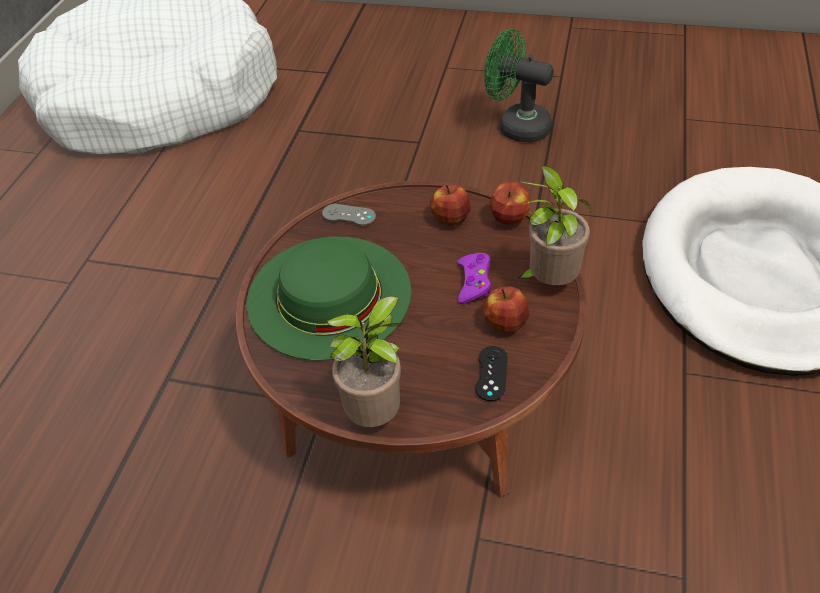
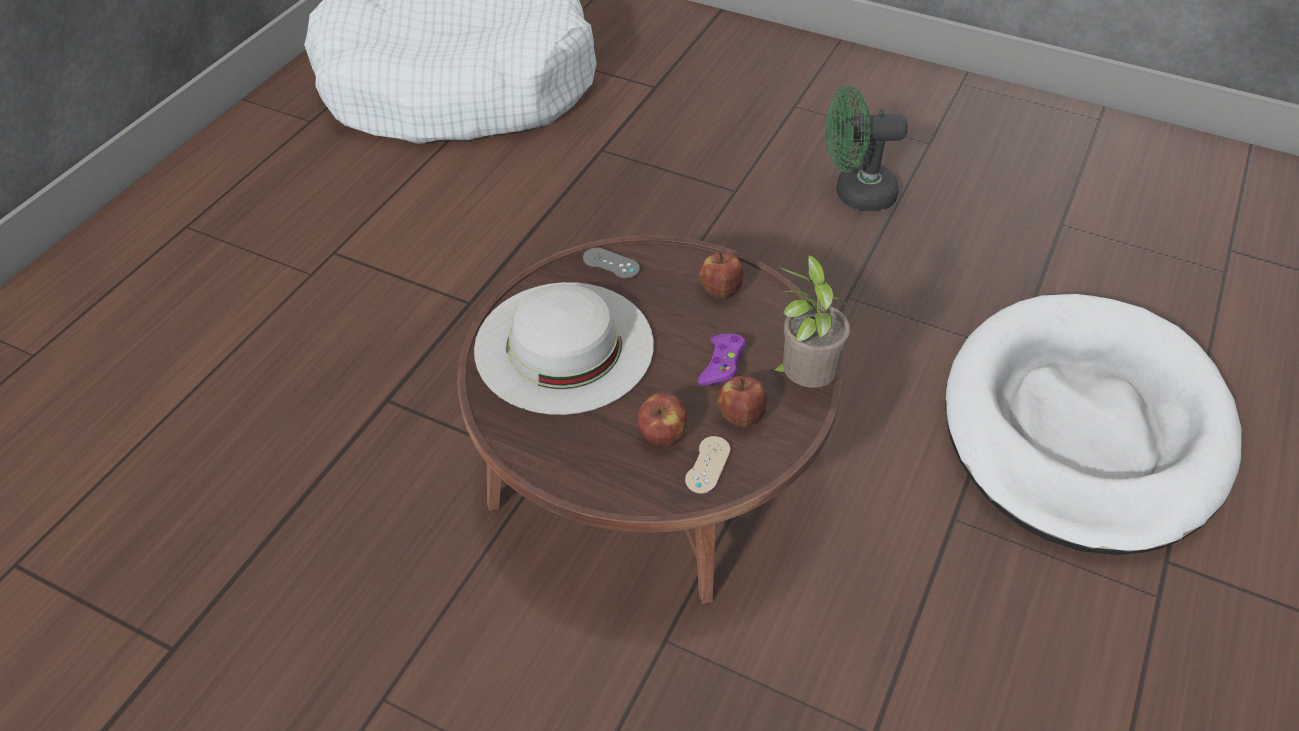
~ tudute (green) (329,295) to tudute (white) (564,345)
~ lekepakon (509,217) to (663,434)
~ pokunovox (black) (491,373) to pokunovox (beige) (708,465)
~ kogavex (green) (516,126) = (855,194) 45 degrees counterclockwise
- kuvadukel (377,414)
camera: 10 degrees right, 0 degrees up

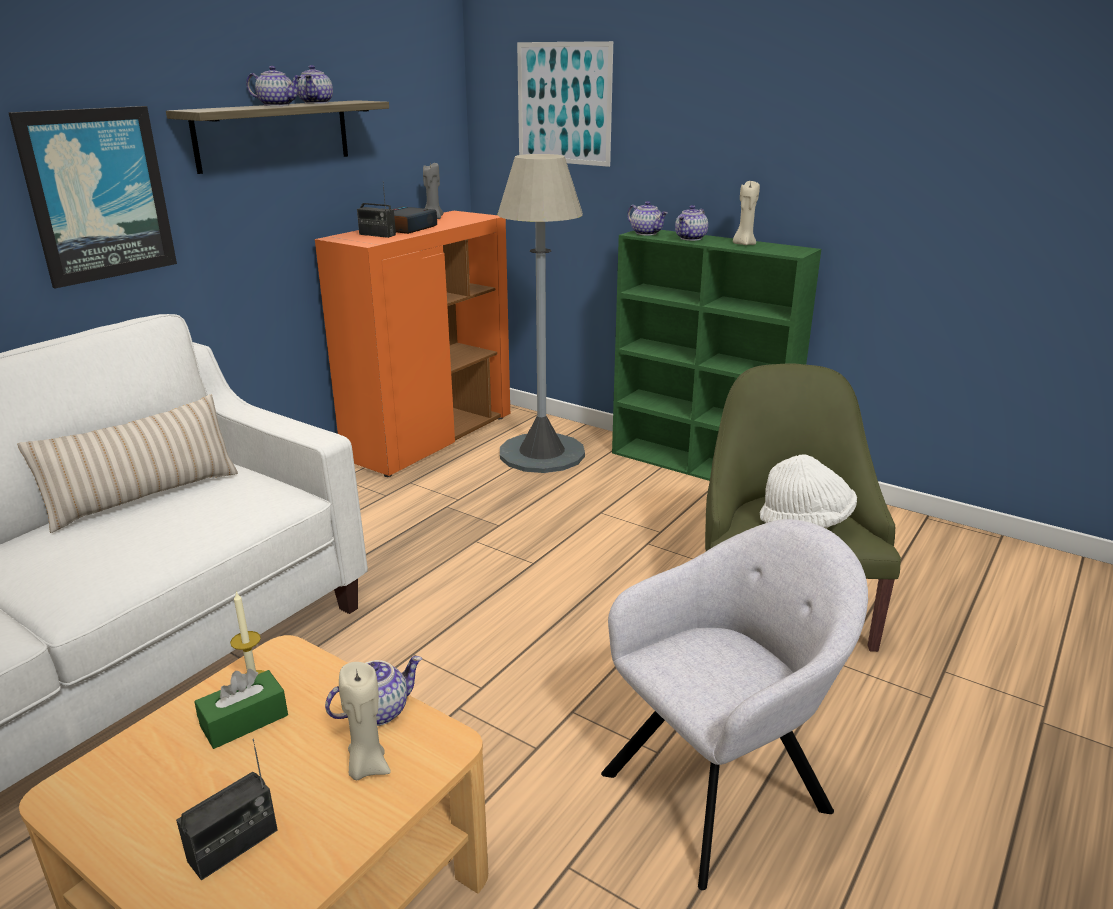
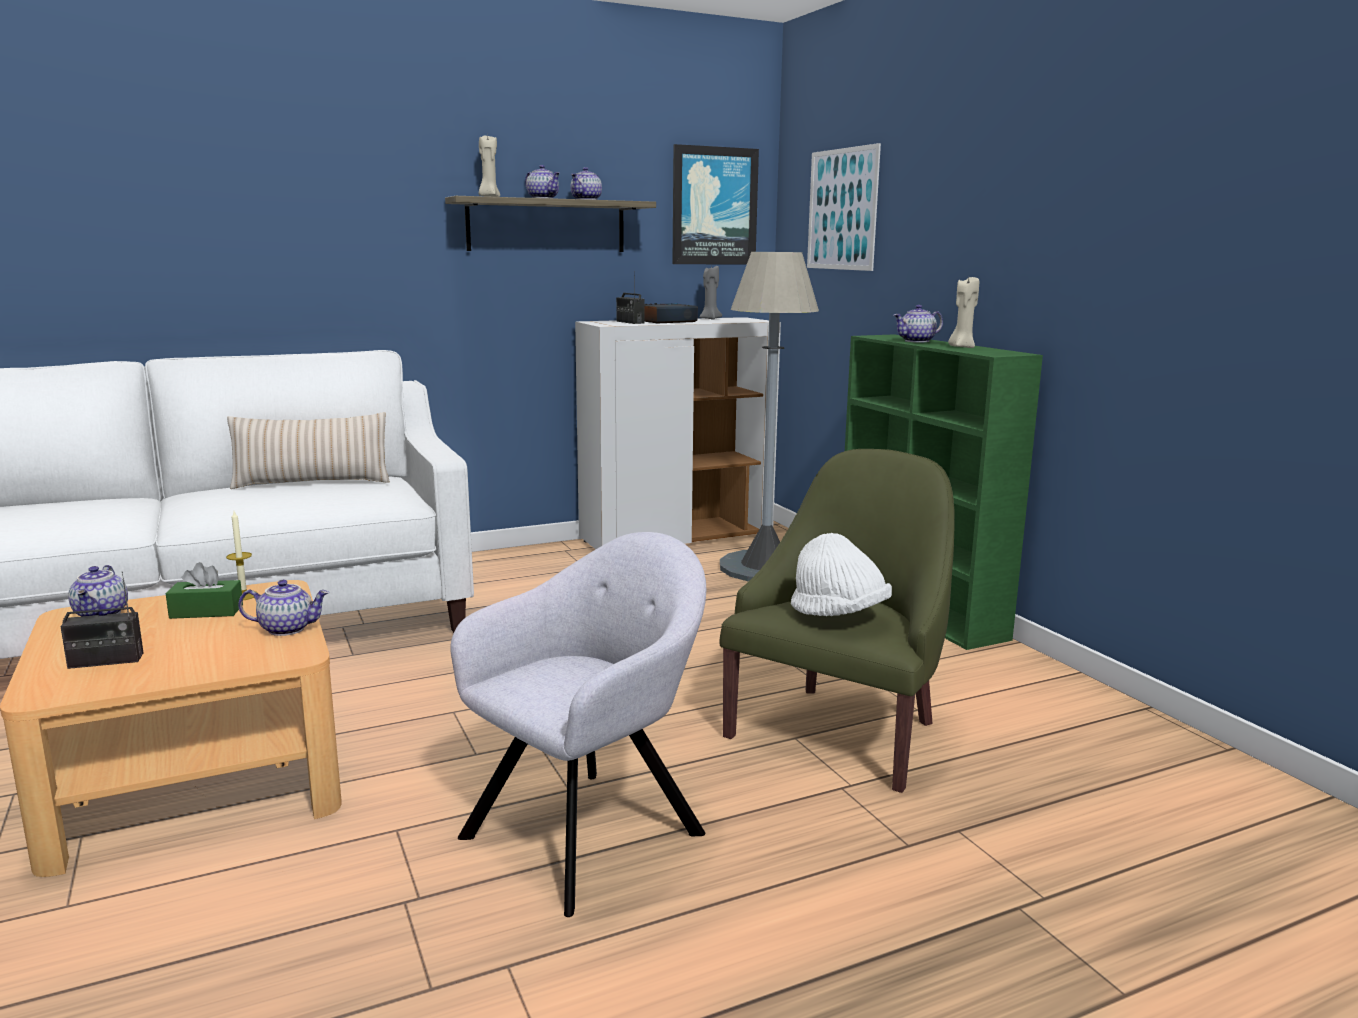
~ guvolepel (647,233) to (102,614)
~ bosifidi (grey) (722,787) = (590,831) 45 degrees counterclockwise
~ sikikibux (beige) (367,767) to (489,197)
~ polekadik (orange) (430,438) to polekadik (white) (677,538)
~ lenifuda (98,195) to (714,206)
camera: 30 degrees right, 10 degrees down

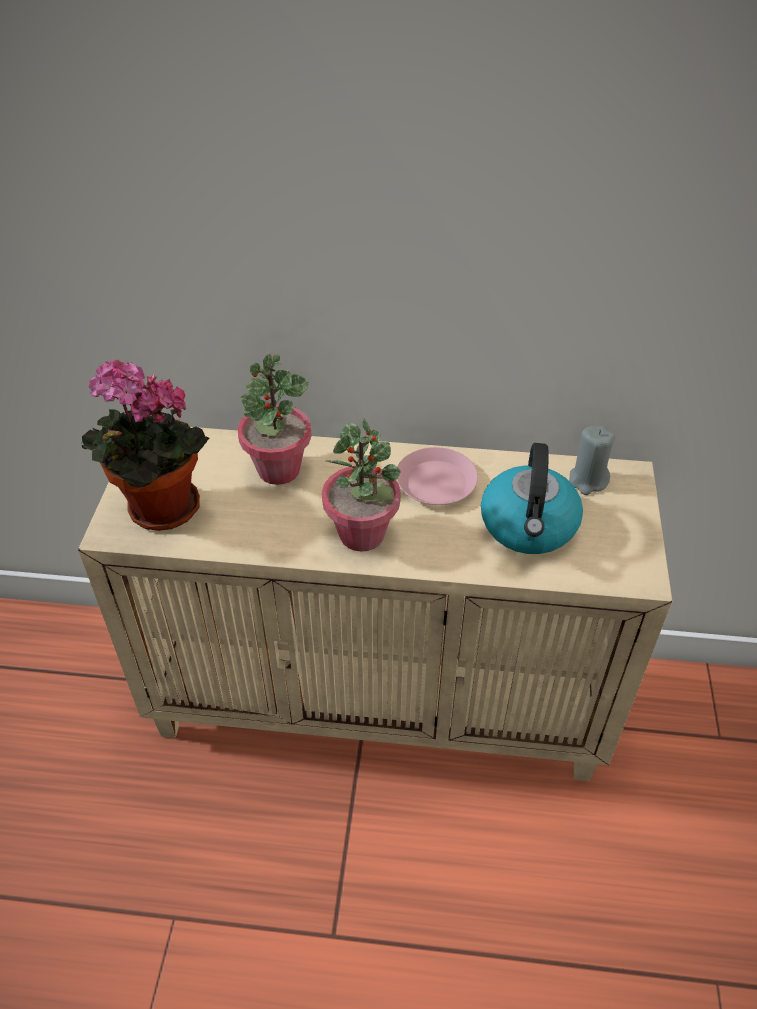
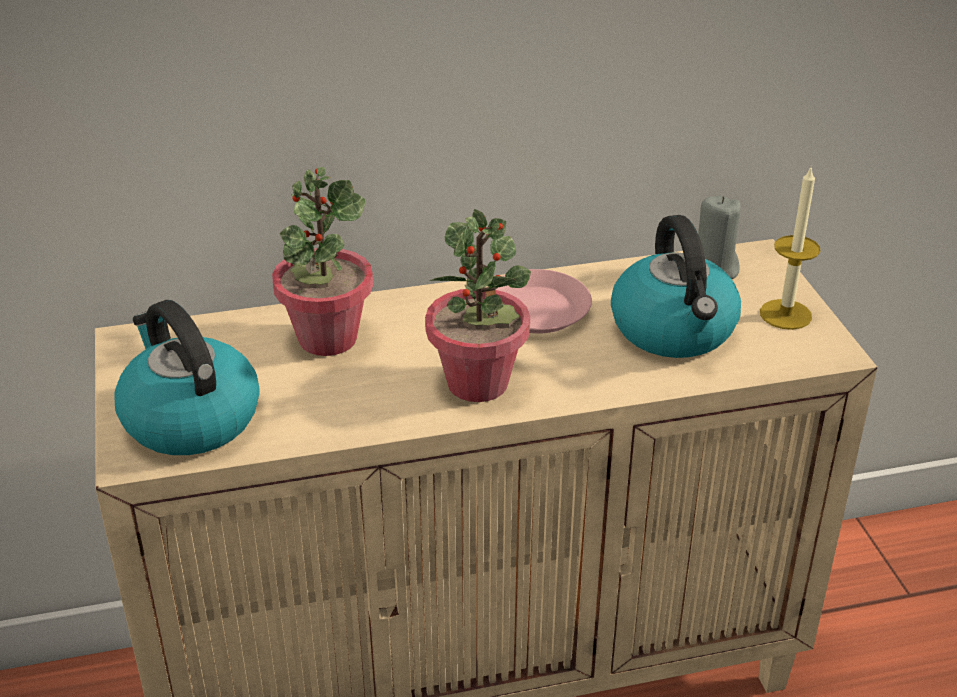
~ kuvadukel (159,511) to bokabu (189,418)
+ sikikibux (785,314)
camera: 20 degrees left, 10 degrees down

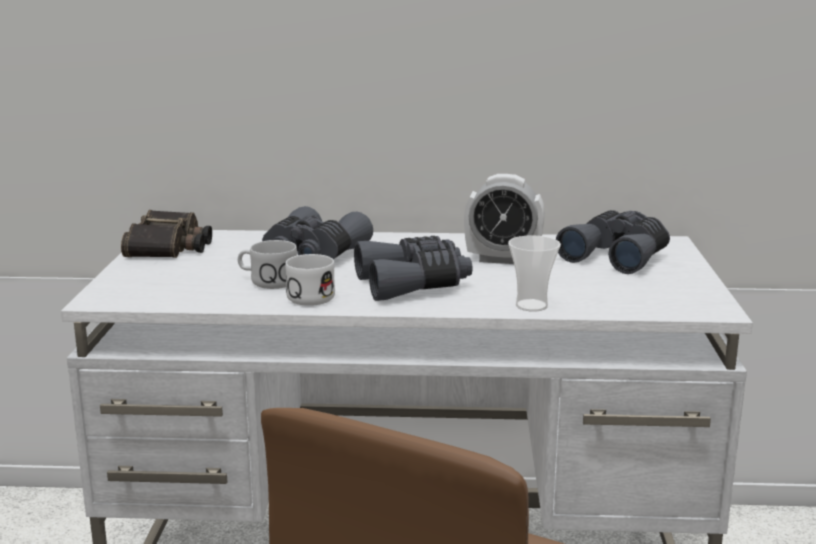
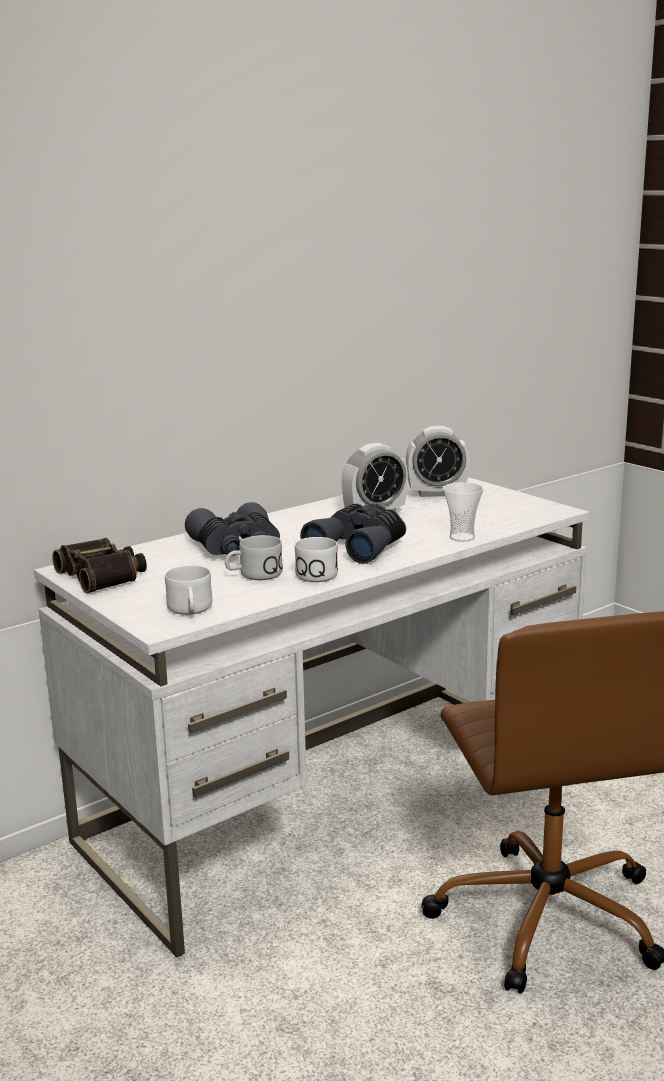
+ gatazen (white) (190,610)
~ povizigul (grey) (617,256) to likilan (437,493)
camera: 40 degrees left, 0 degrees up

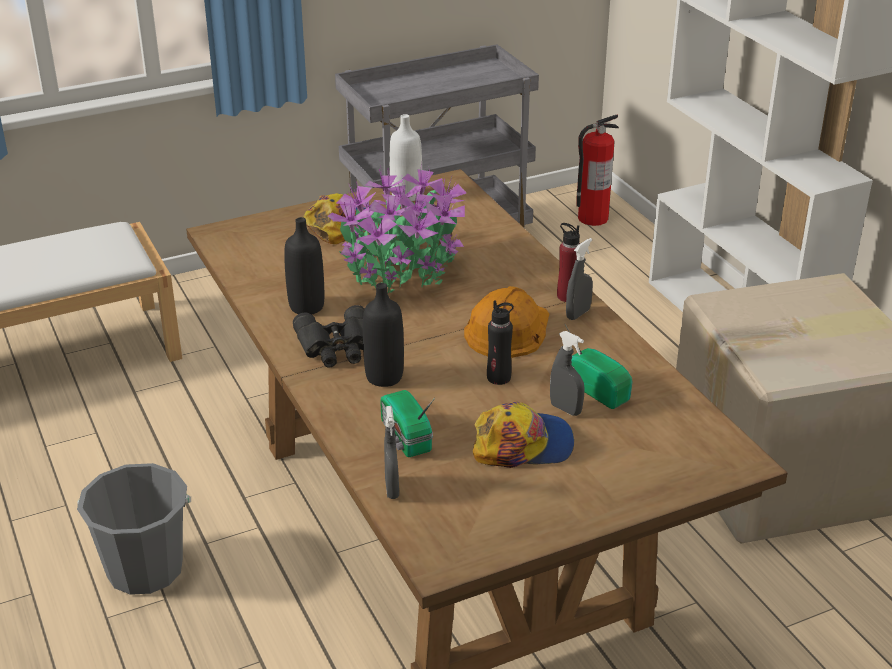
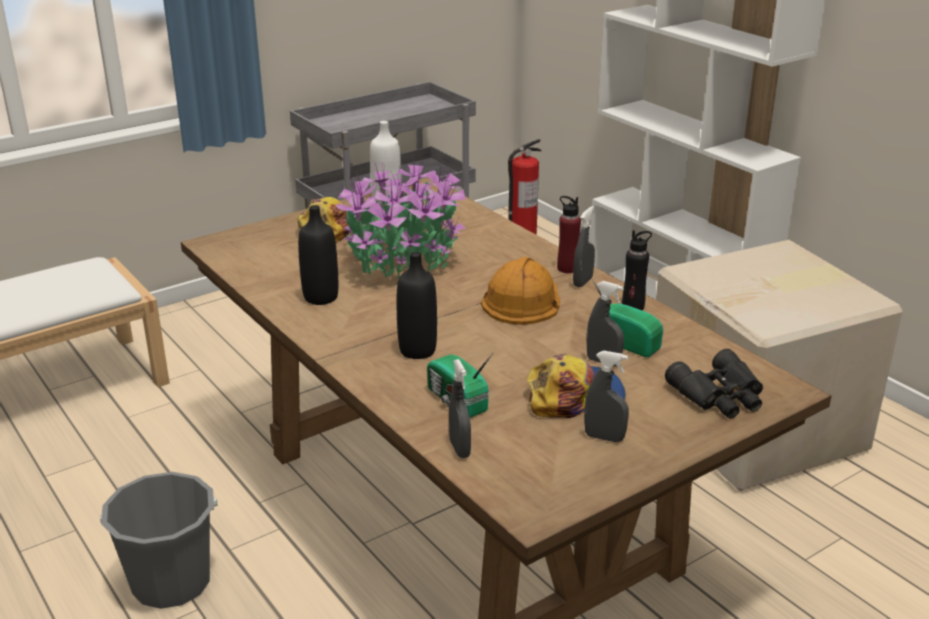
+ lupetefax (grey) (604,437)
~ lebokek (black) (499,377) to (633,306)
~ povizigul (black) (336,347) to (720,395)
camera: 10 degrees left, 5 degrees down

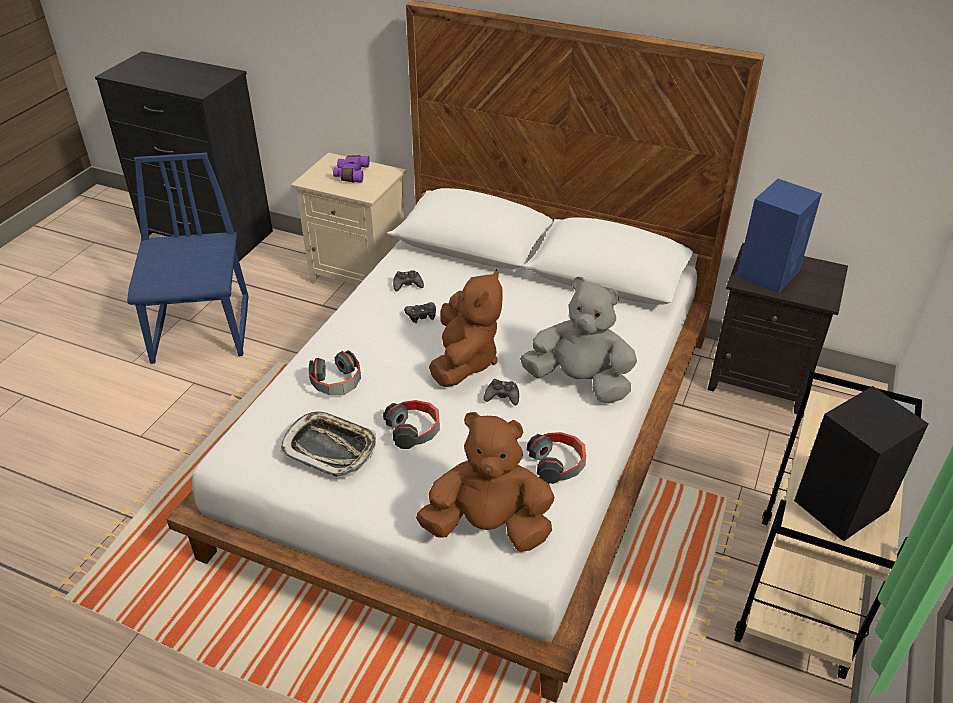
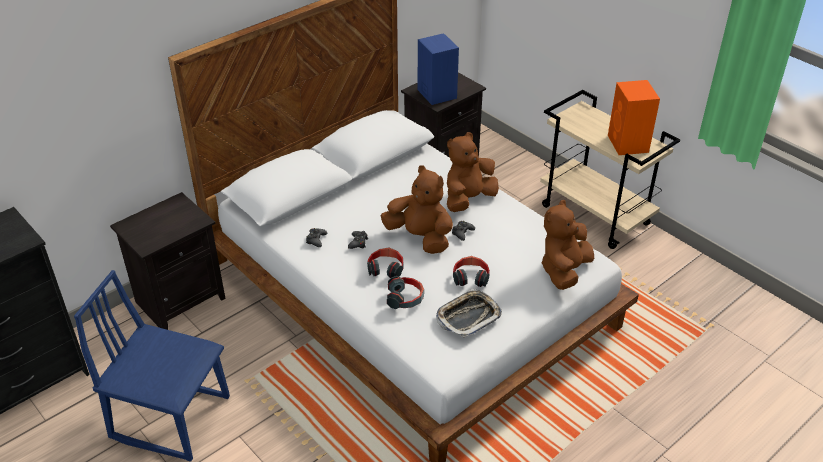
~ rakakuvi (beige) (361,274) to rakakuvi (black) (180,299)
~ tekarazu (558,464) to (386,268)
~ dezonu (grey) (579,382) to dezonu (brown) (468,199)
~ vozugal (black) (839,506) to vozugal (orange) (628,144)
- povizigul (purple) (351,174)
camera: 65 degrees left, 0 degrees up

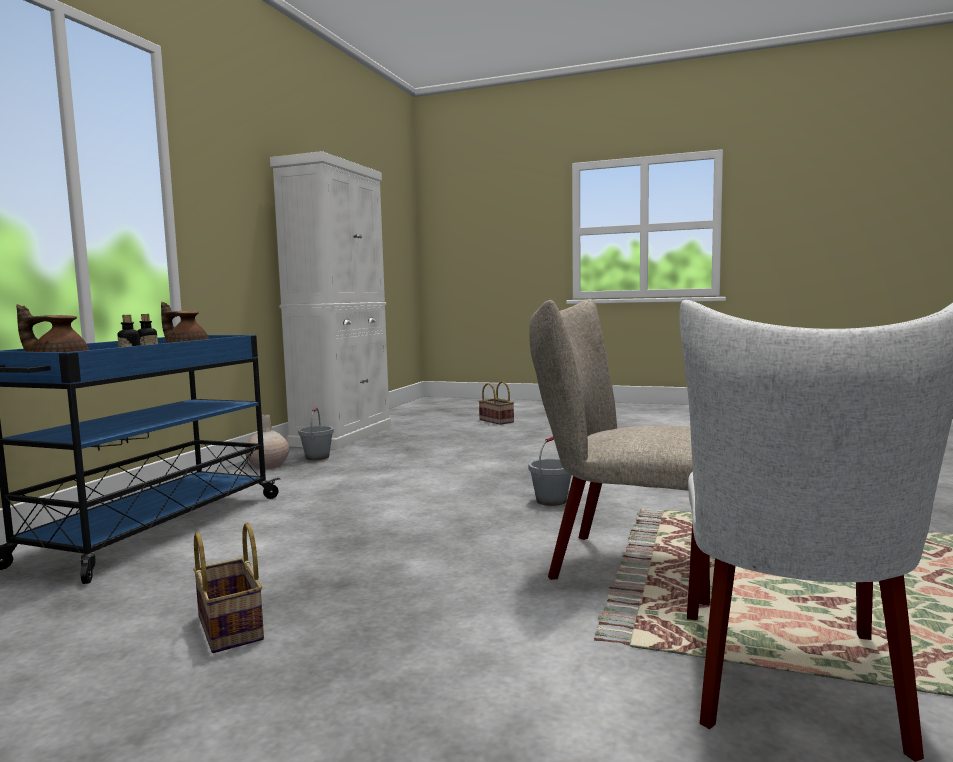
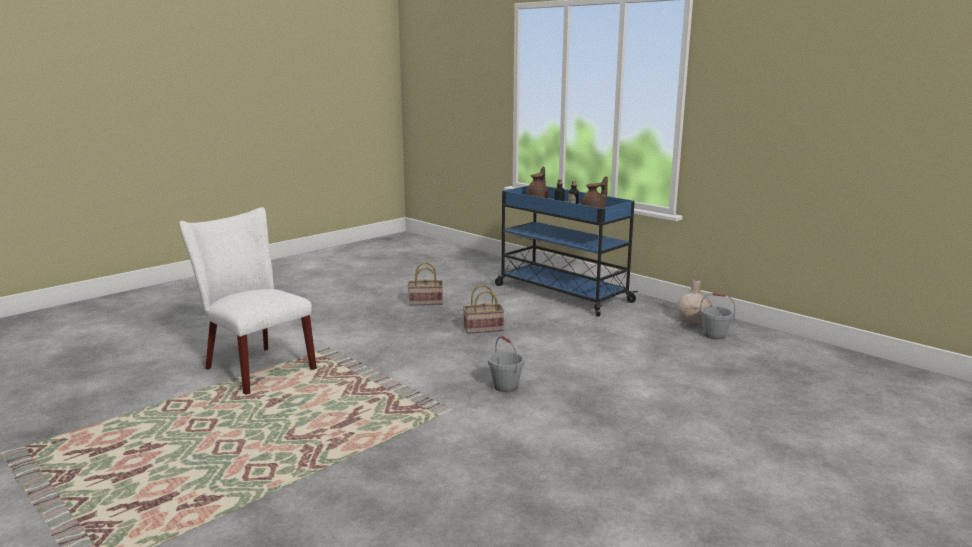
~ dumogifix (497,421) to (482,329)
- polekadik (white) (343,436)
- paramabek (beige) (624,564)
camera: 115 degrees right, 10 degrees up

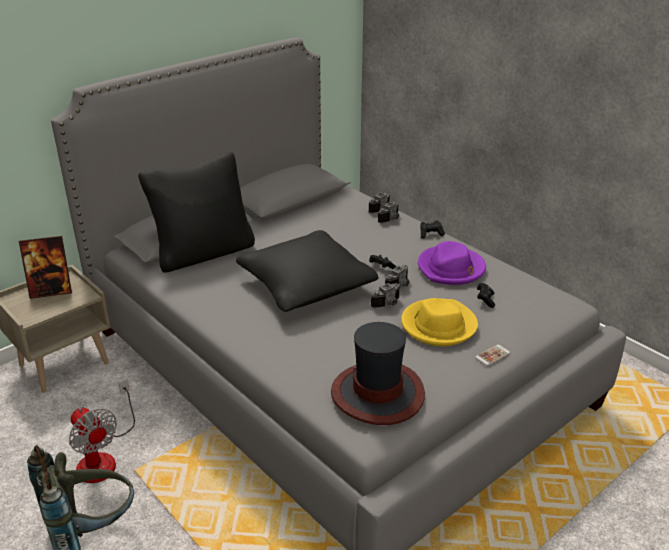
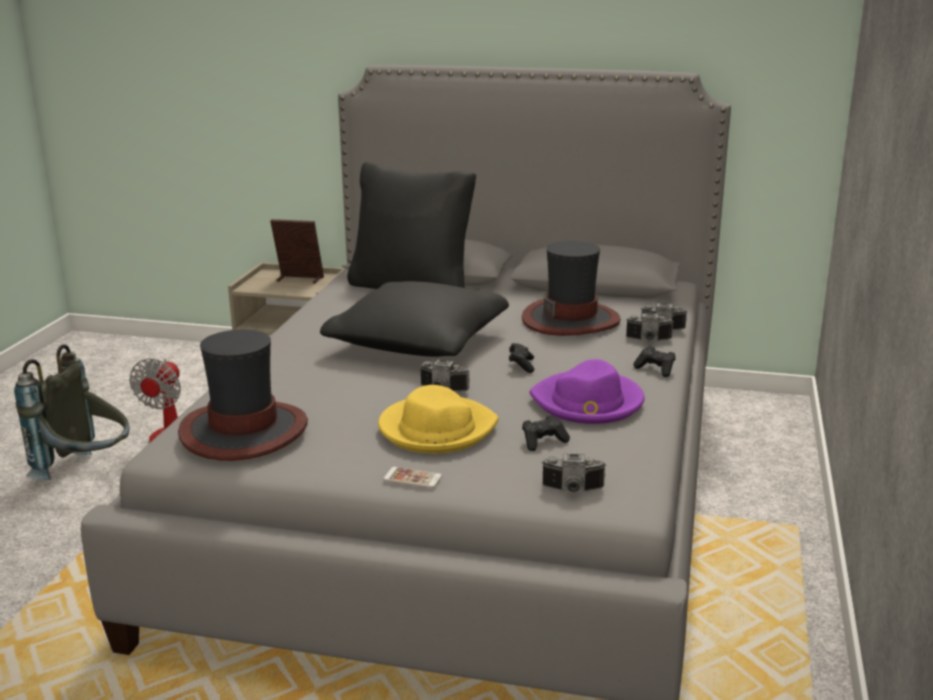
~ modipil (51,291) = (299,279) 150 degrees clockwise
+ tudute (571,320)
~ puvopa (400,286) to (573,490)
camera: 55 degrees right, 10 degrees down

